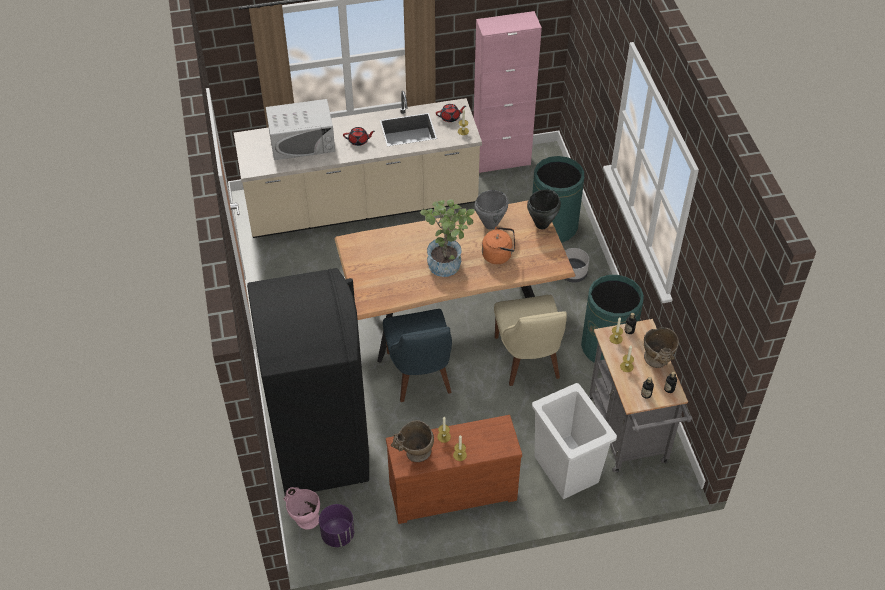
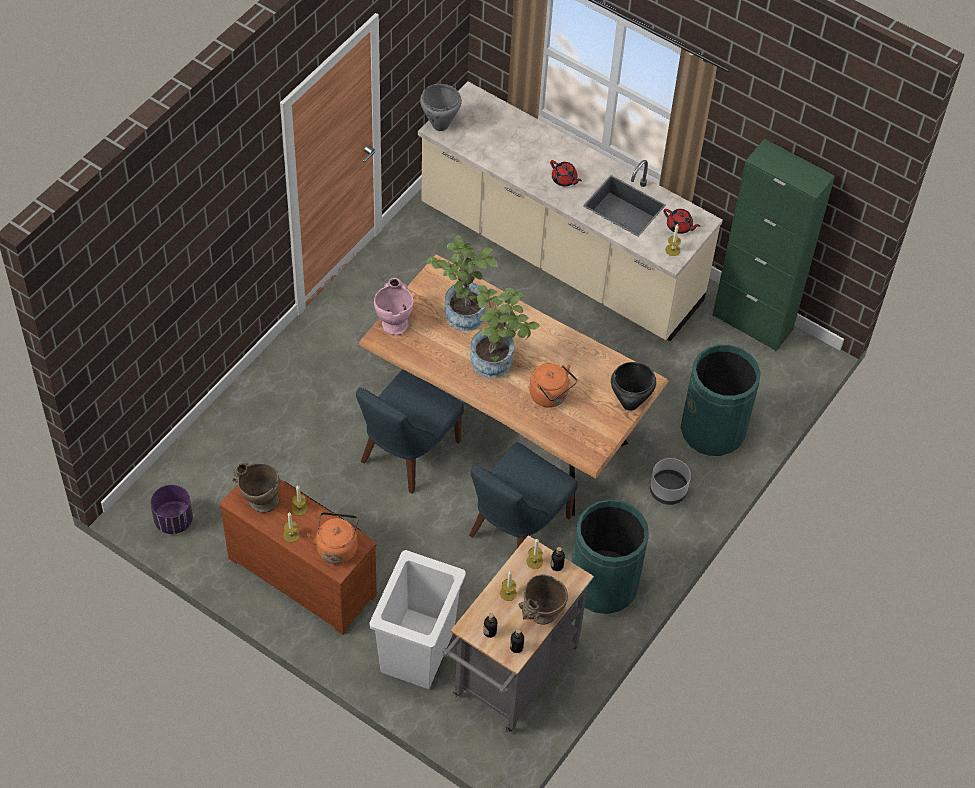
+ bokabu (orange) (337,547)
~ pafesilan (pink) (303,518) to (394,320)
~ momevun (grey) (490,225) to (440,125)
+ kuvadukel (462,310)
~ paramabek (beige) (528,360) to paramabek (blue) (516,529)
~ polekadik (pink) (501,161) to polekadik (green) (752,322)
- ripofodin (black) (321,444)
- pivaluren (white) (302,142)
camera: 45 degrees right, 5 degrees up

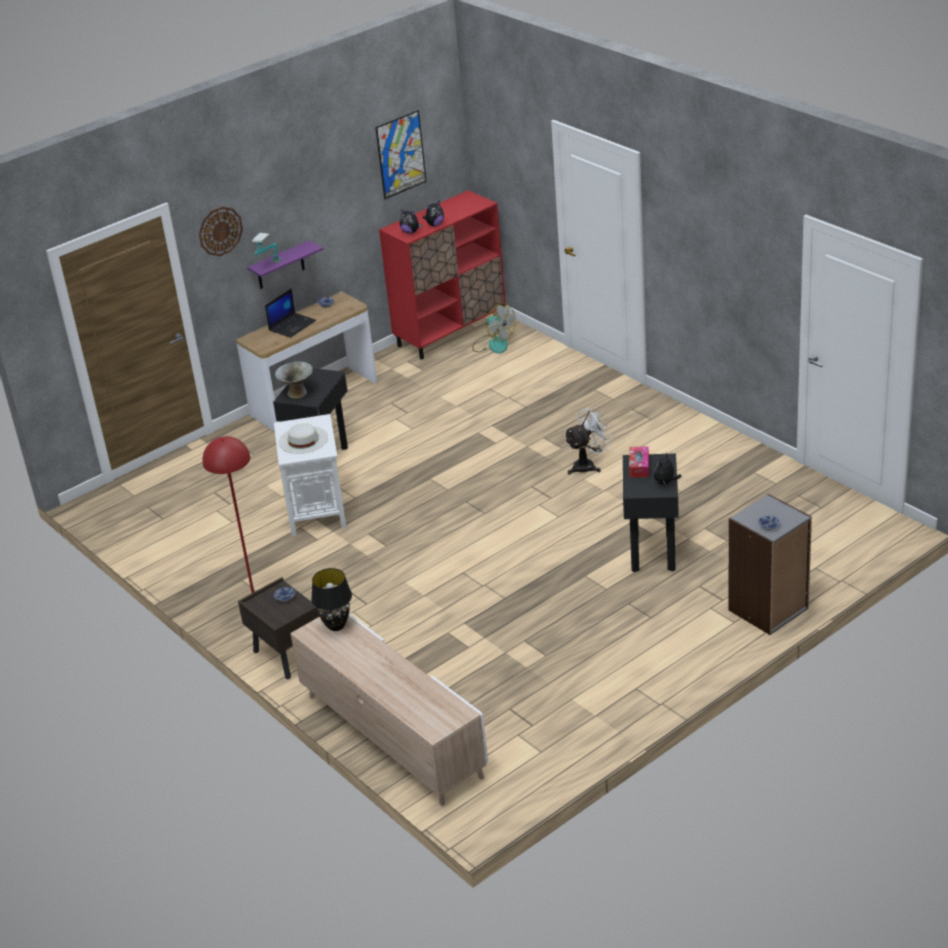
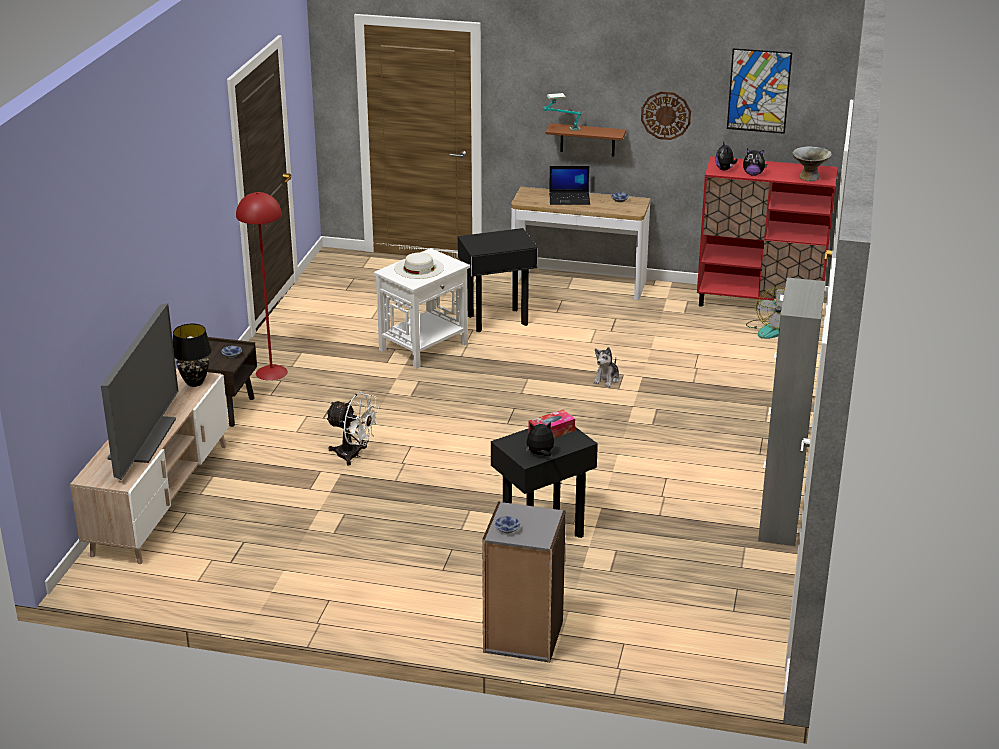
+ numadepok (143,438)
~ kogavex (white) (588,465) to (354,455)
~ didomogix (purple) (280,266) to didomogix (brown) (587,140)
+ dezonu (607,379)
~ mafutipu (220,231) to (666,115)
+ polekadik (grey) (779,521)
~ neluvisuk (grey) (297,393) to (809,177)
camera: 50 degrees right, 5 degrees down

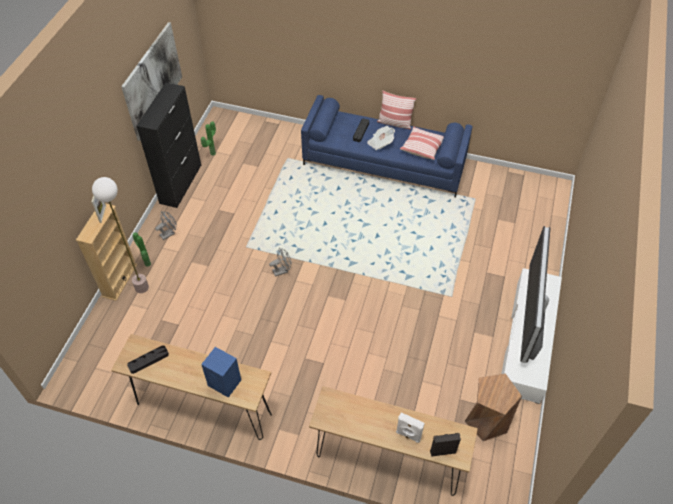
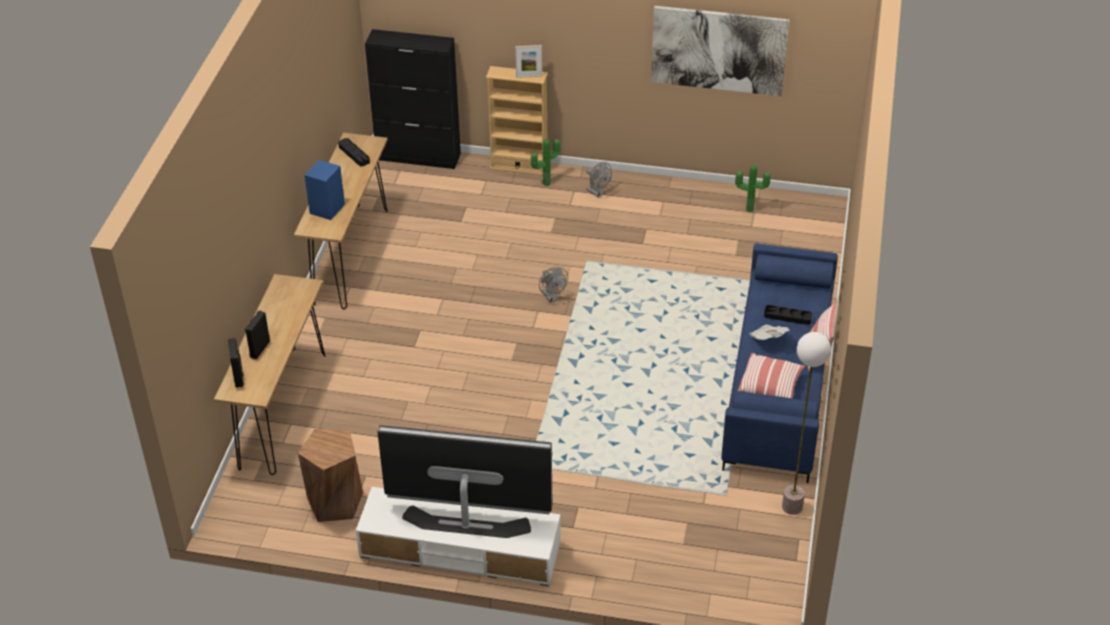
~ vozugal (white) (408,435) to vozugal (black) (259,349)
~ polekadik (black) (181,183) to (419,157)
~ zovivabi (142,287) to (792,507)
camera: 85 degrees right, 10 degrees down

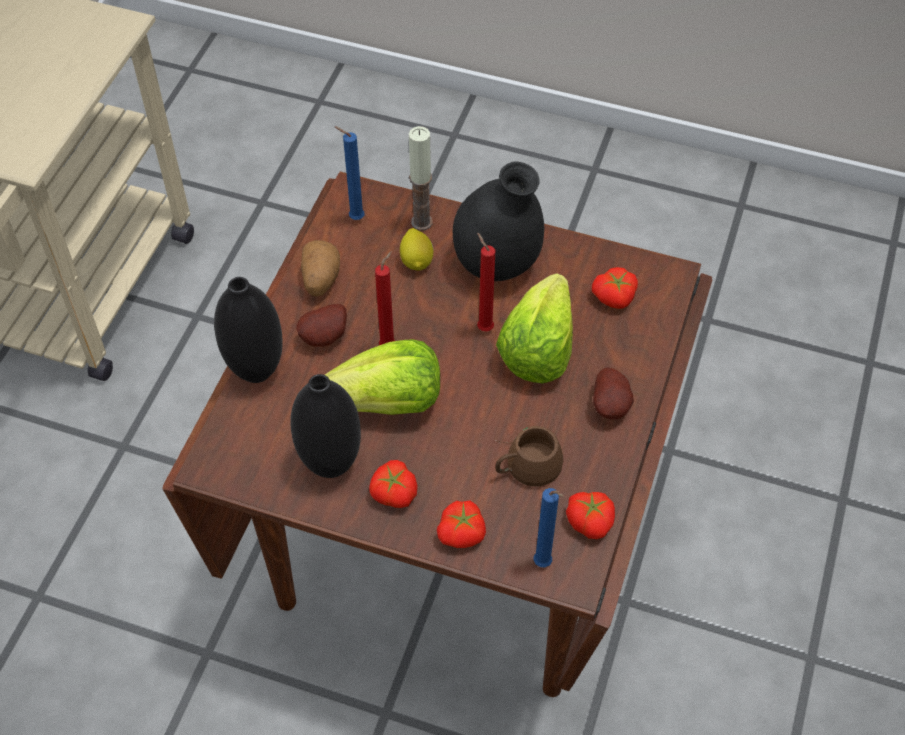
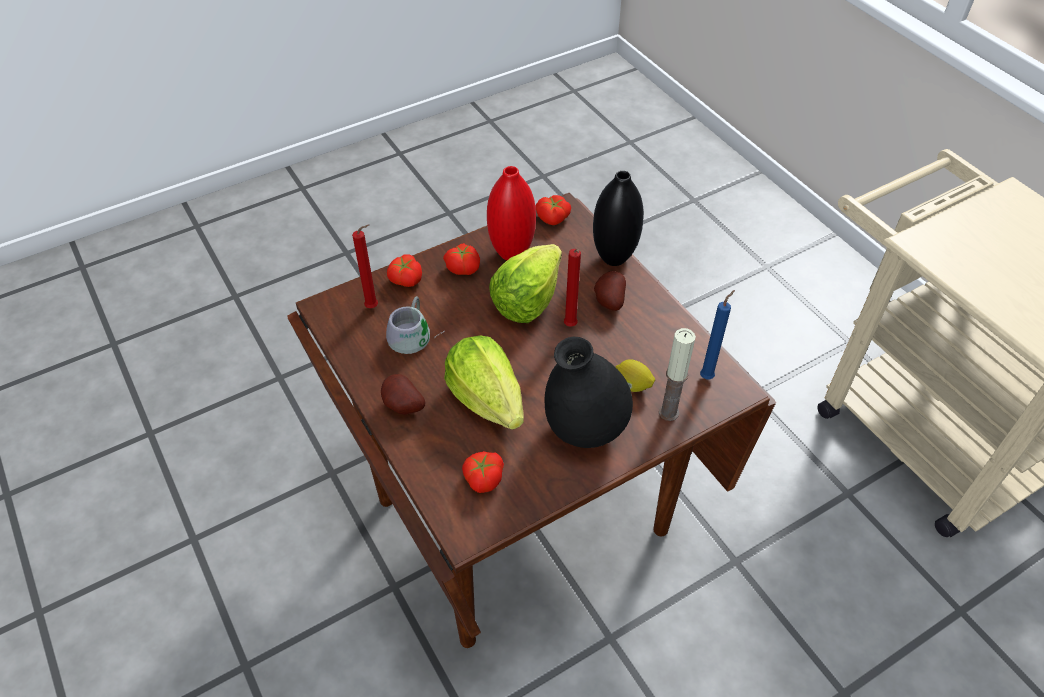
~ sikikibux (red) (483,327) to (374,307)
~ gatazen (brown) (524,462) to gatazen (grey) (415,335)
~ pafesilan (black) (331,464) to pafesilan (red) (511,253)
~ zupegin (590,521) to (552,219)
- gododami (320,279)
- sikikibux (blue) (544,564)
camera: 130 degrees right, 5 degrees down

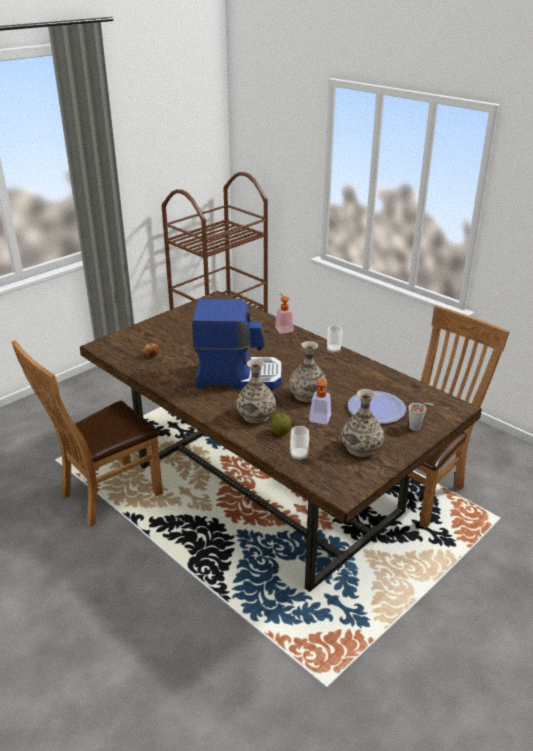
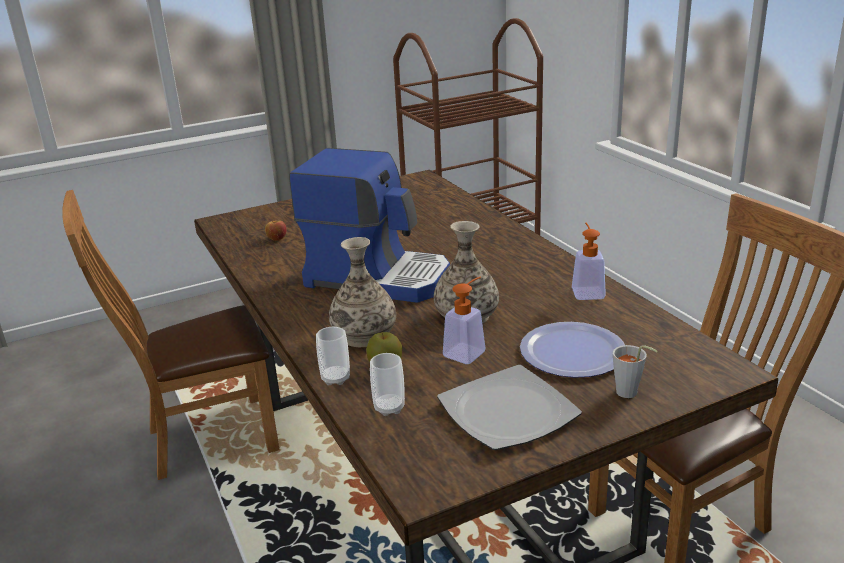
~ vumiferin (333,350) to (335,378)
~ pafesilan (361,448) to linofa (506,412)
~ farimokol (283,328) to (587,291)
camera: 20 degrees right, 5 degrees down

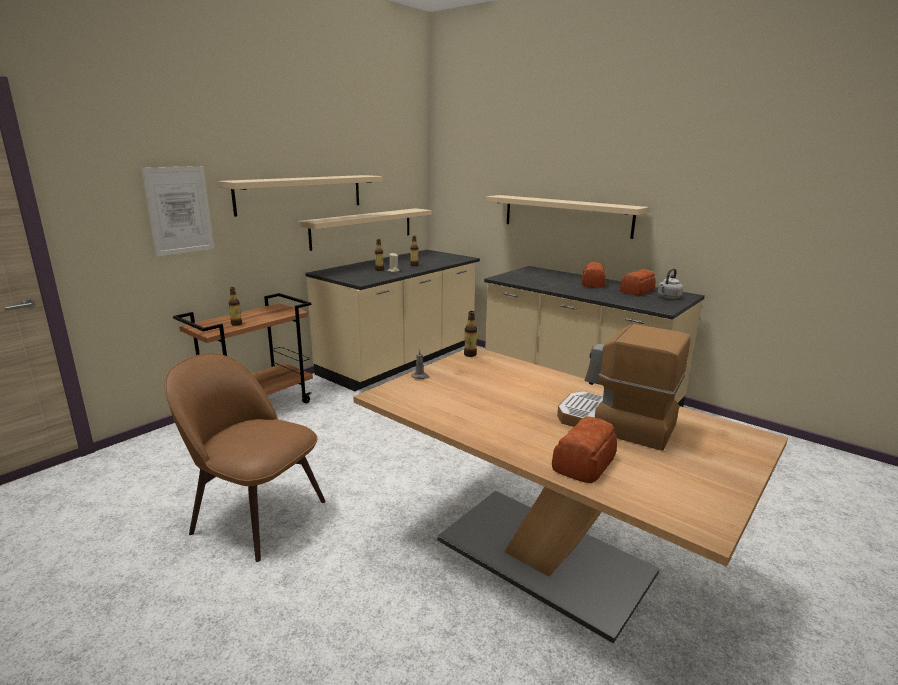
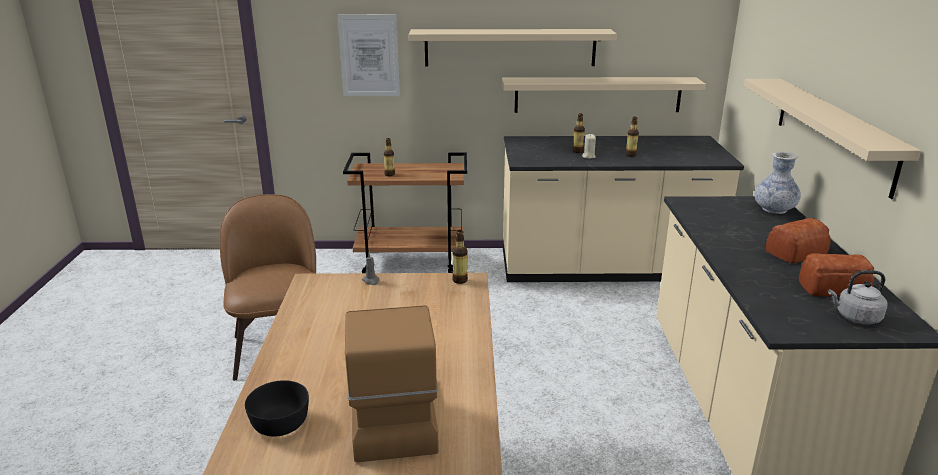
~ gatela (585,463) to neluvisuk (black) (281,423)
+ pafesilan (774,209)
camera: 50 degrees right, 5 degrees up

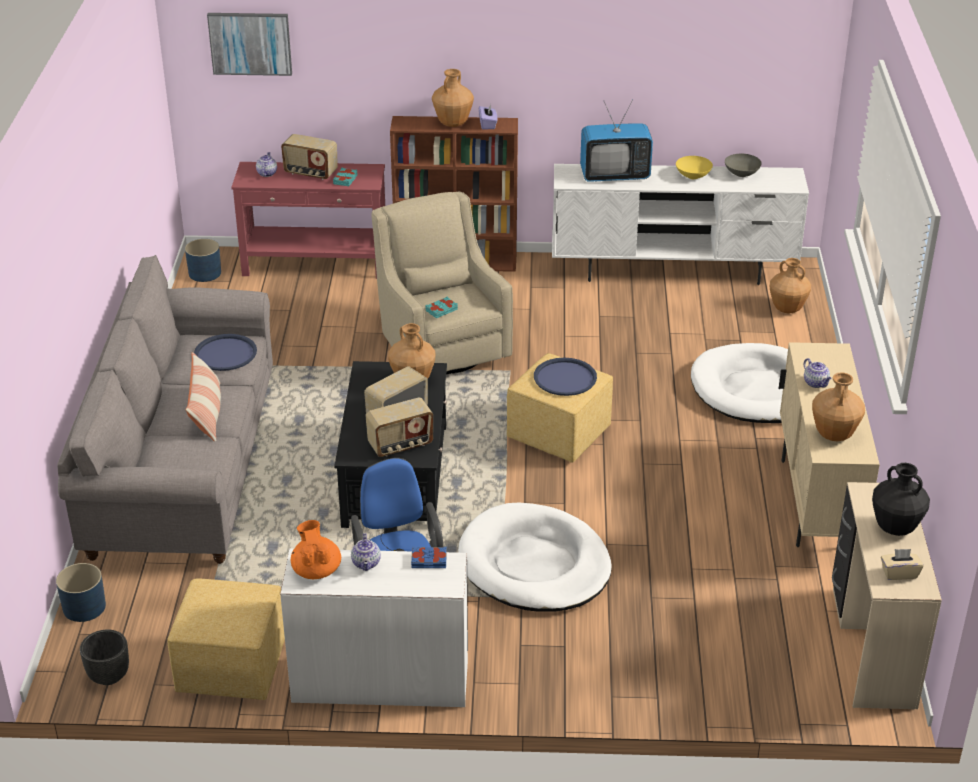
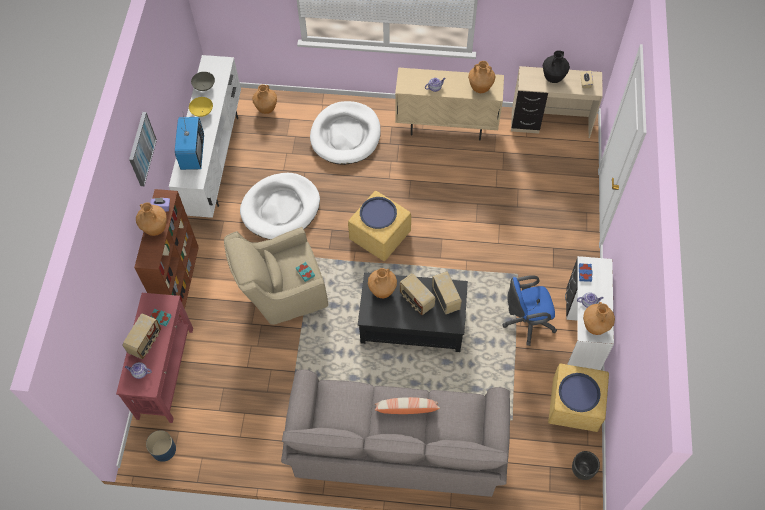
~ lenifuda (250,43) to (141,149)
~ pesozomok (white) (534,564) to (281,208)
~ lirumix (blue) (225,353) to (579,392)
~ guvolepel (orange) (316,570) to pafesilan (brown) (595,326)
- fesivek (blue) (84,607)
camera: 85 degrees left, 25 degrees up

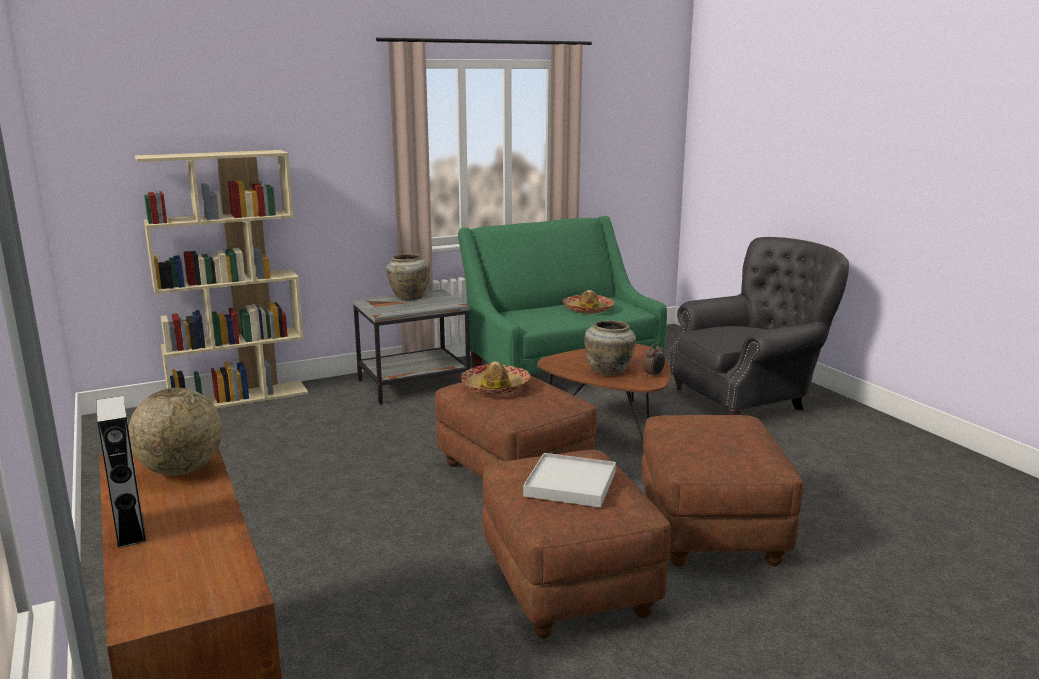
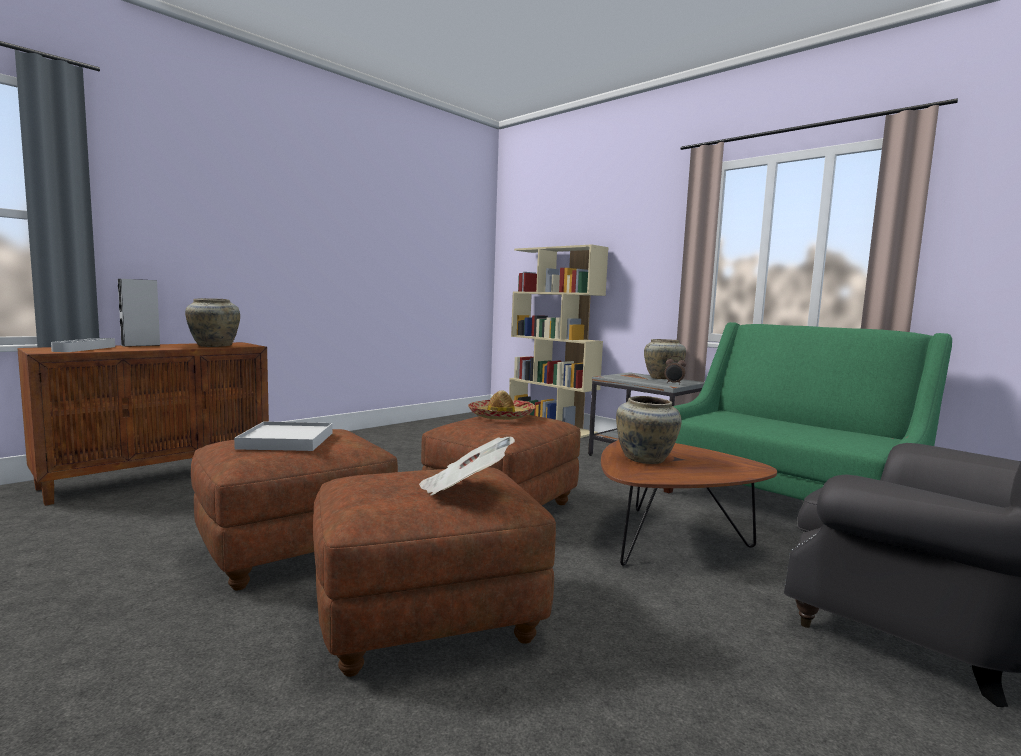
+ lirumix (grey) (85,349)
~ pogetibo (181,470) to pafesilan (beige) (213,346)
+ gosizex (464,489)
~ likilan (654,375) to (674,383)
- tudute (588,310)
camera: 70 degrees right, 10 degrees down

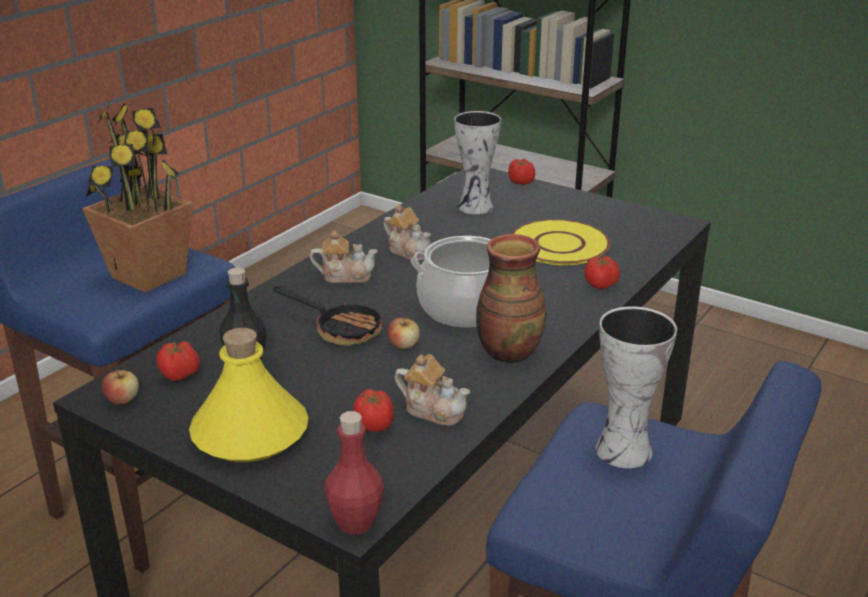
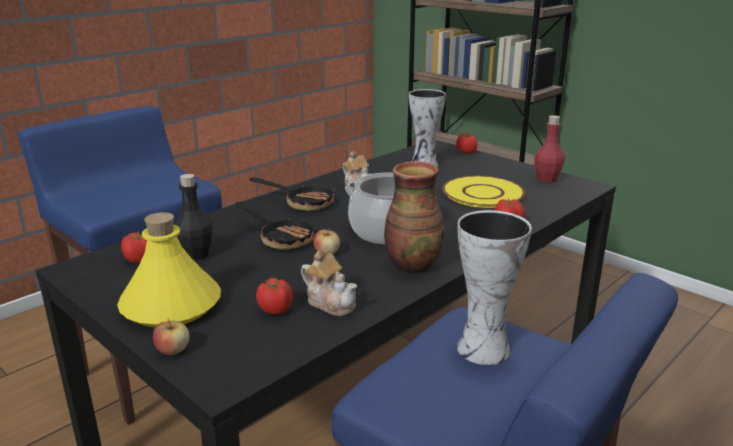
~ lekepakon (122,400) to (173,350)
~ guvolepel (345,276) to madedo (303,203)
~ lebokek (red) (355,522) to (547,179)
- kuvadukel (148,275)
camera: 10 degrees right, 5 degrees down

